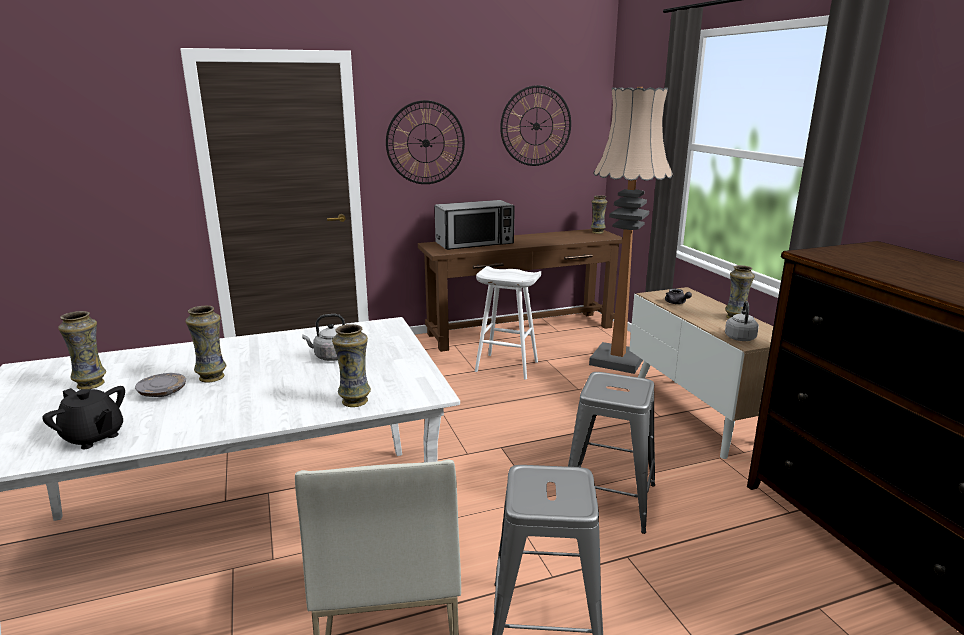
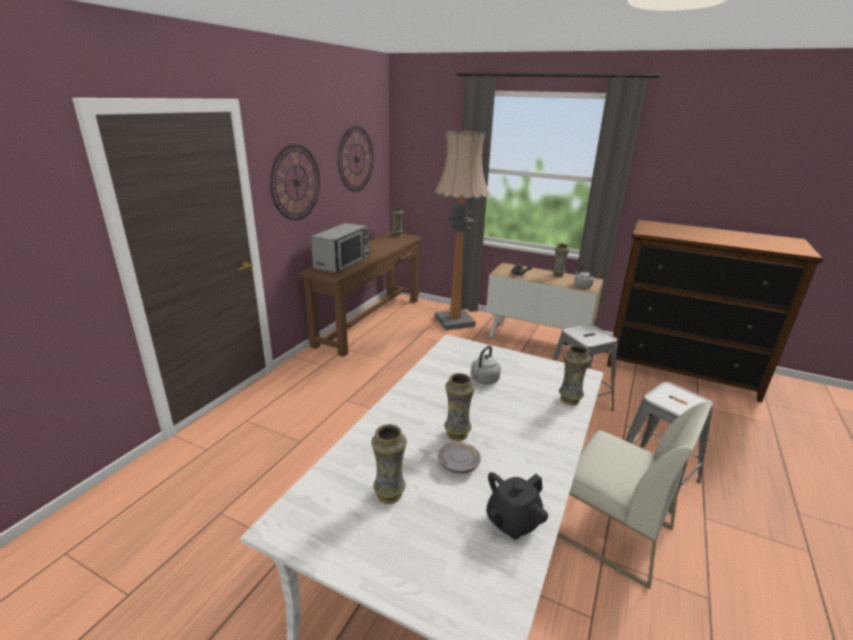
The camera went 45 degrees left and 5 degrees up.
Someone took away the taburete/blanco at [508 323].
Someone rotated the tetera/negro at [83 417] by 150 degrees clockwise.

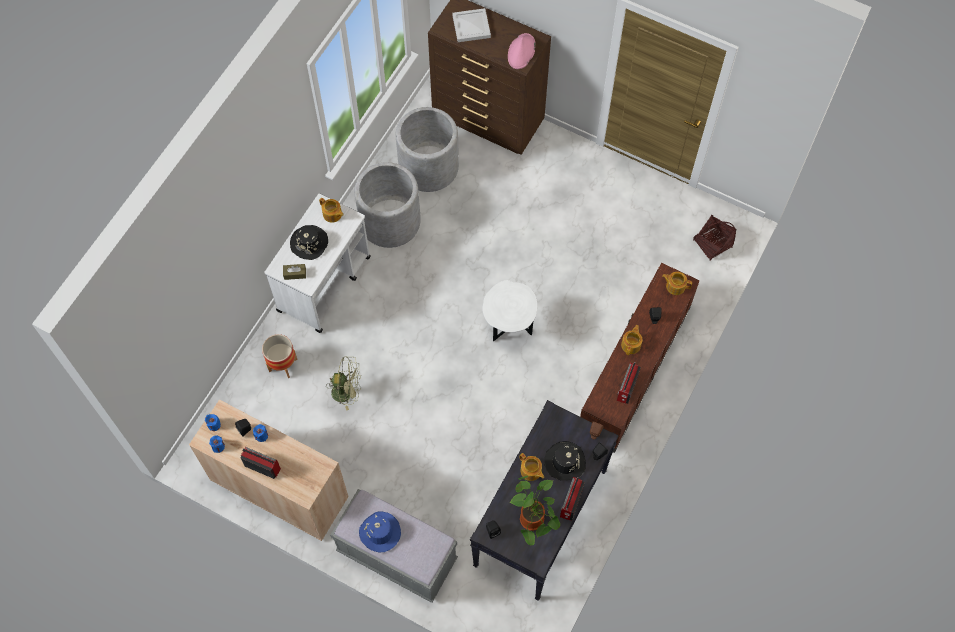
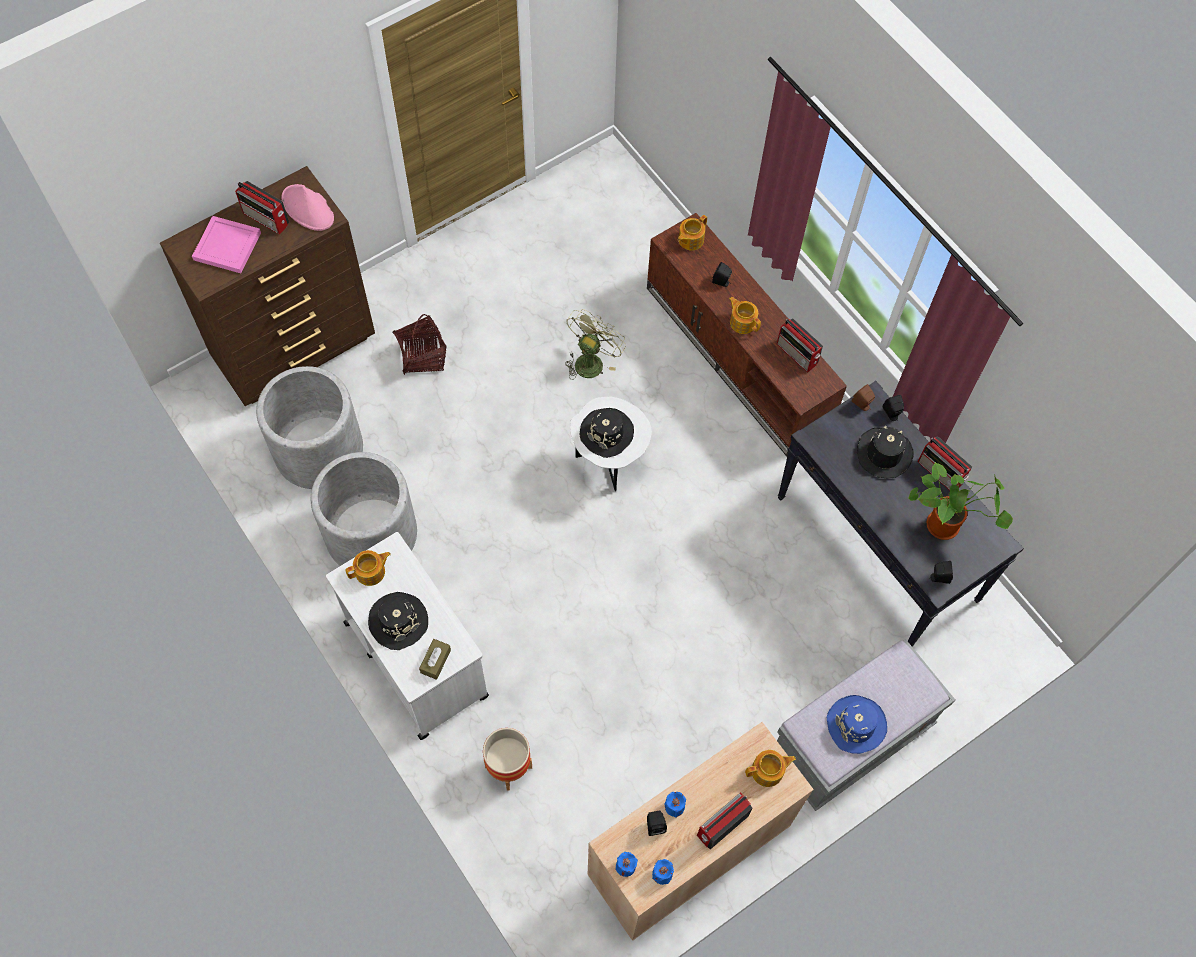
The camera went 65 degrees left and 0 degrees up.
Someone repainted the bandeja/blanco at [471 25], which became the bandeja/rosa at [226 244].
Someone carried the cesta from [714 237] to [419 344].
Someone carried the ventilador/verde from [343 383] to [595 344].
Someone carried the tetera from [532 467] to [770 768].
Someone put down the radio at [262 208].
Someone put down the sombrero/negro at [607 433].

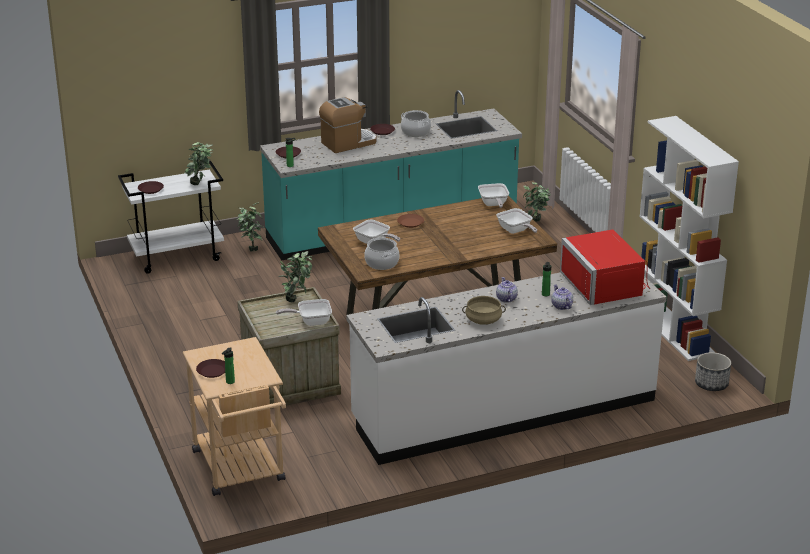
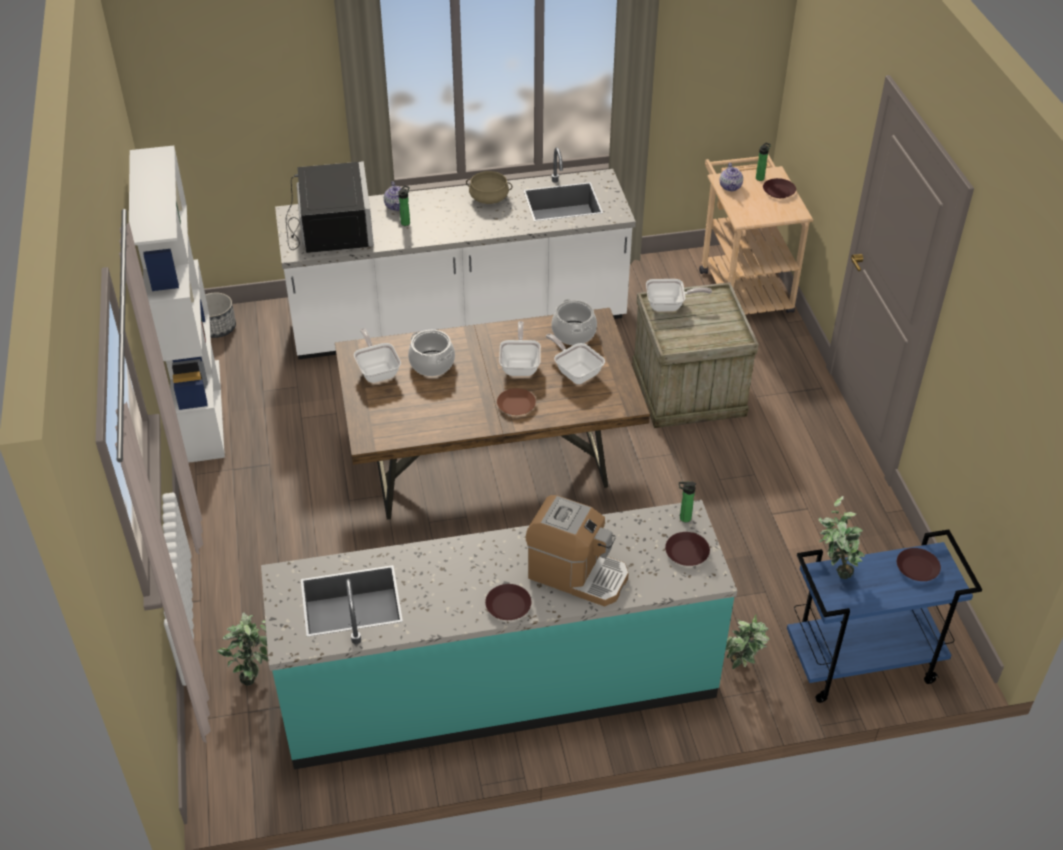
The camera went 170 degrees left and 15 degrees up.
Someone rotated the cafetera at [348 125] by 135 degrees counterclockwise.
Someone carried the olla from [416 123] to [431 353].
Someone repainted the carrito/blanco at [171 217], which became the carrito/azul at [884 616].
Someone carried the sartén from [493 195] to [520 348].
Someone repainted the microondas/rojo at [605 267], which became the microondas/negro at [330 207].
Someone took away the planta en maceta at [295 276].
Someone carried the tetera from [507 290] to [731 177].

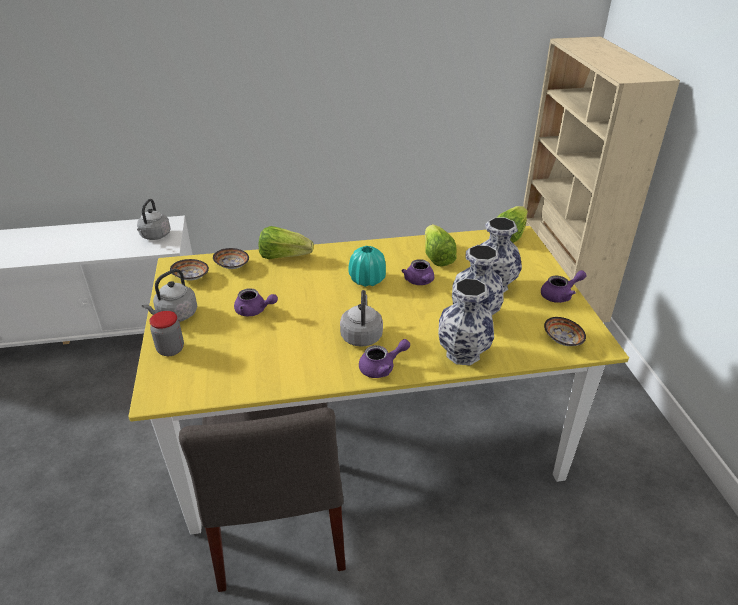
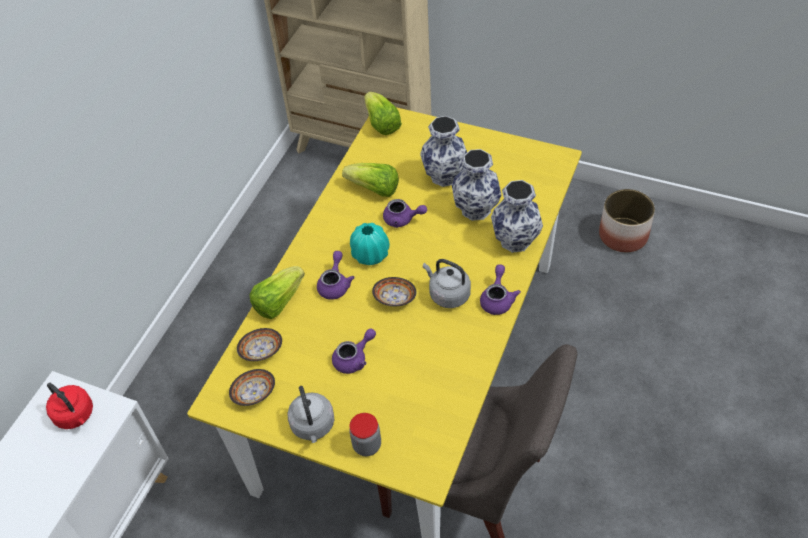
The camera went 55 degrees left and 15 degrees up.
Someone repainted the hervidor/gris at [154 219], which became the hervidor/rojo at [69 406].
Someone carried the tetera/morado from [563 286] to [336 275].
Someone carried the cuenco from [565 331] to [394 291].
Someone put down the maceta at [627 220].

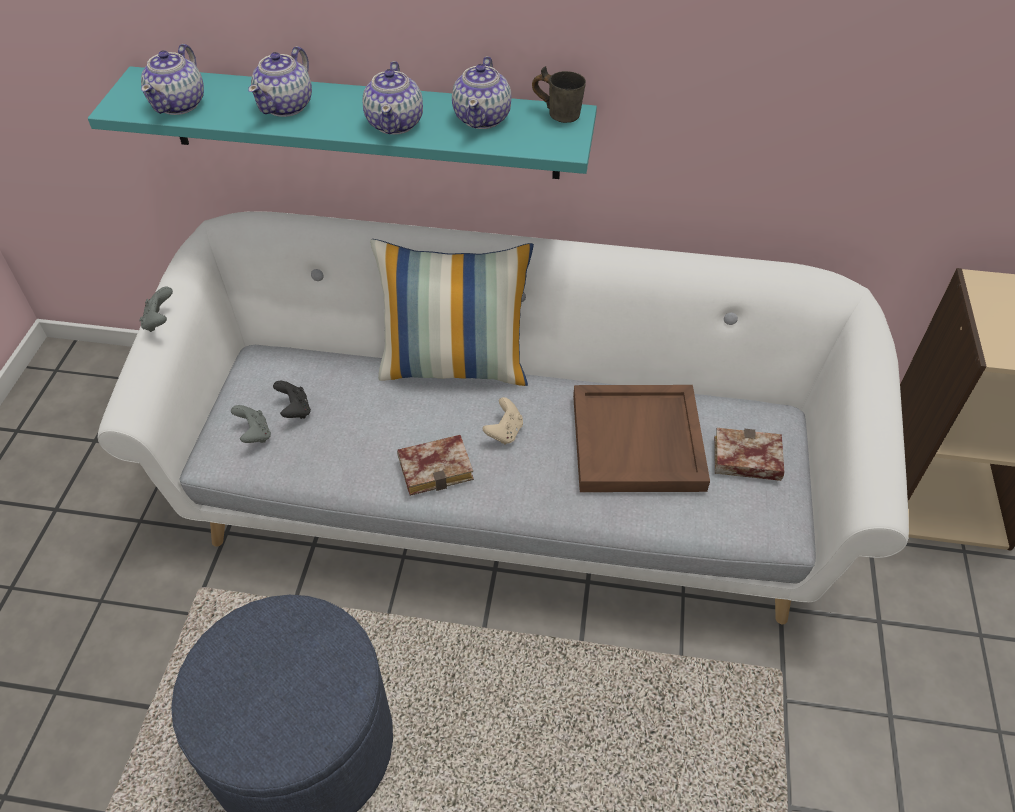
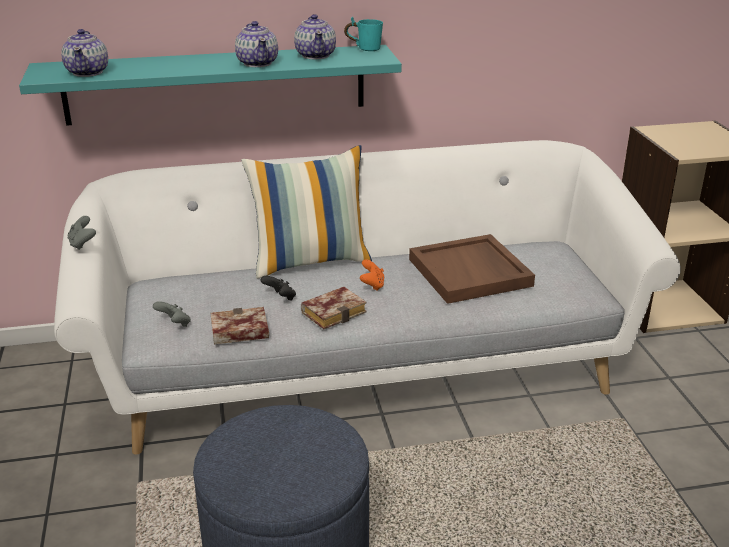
The camera went 20 degrees left and 20 degrees down.
Someone took away the tetera at [280 81].
Someone repainted the taza grande/gris at [559 94], which became the taza grande/turquesa at [363 34].
Someone carried the mando de consola/negro from [292 400] to [278 288].
Someone repainted the mando de consola/beis at [503 421], which became the mando de consola/naranja at [372 275].
Someone carried the libro from [749 454] to [240 325].

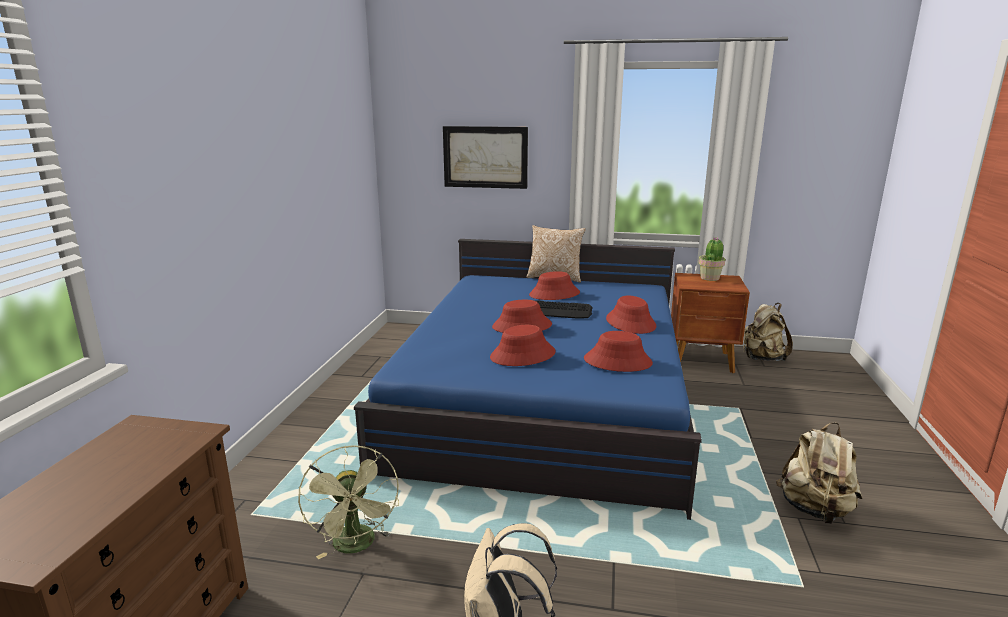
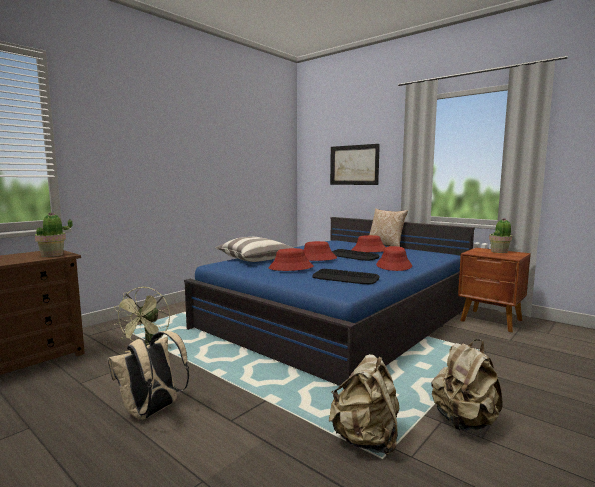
The camera went 30 degrees right and 10 degrees down.
Someone carried the mochila/beis from [768 332] to [364 404].
Someone swapped the sombrero/rojo at [618 351] for the teclado at [346 277].
Someone put down the planta en maceta at [53 234].
Someone put down the cojín at [254 249].

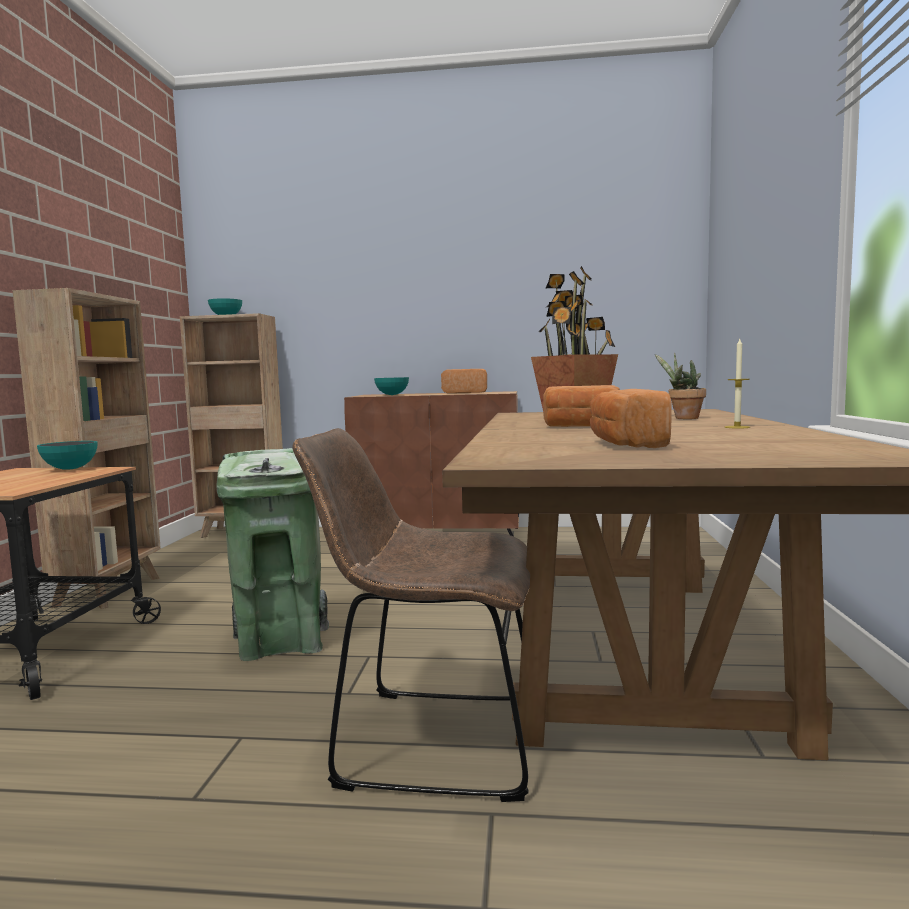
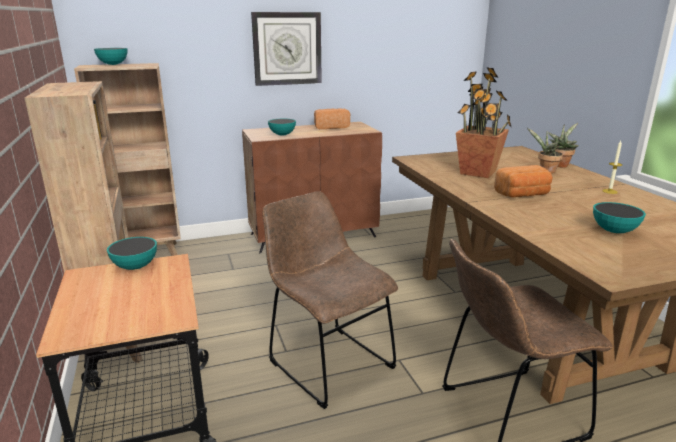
The camera went 25 degrees left and 15 degrees up.
Someone swapped the pan at [631 418] for the cuenco at [619 217].
Someone swapped the papelera/verde at [272 554] for the silla/marrón at [330 300].
Someone put up the reloj de pared at [286 49].
Someone put down the planta en maceta at [563 145].

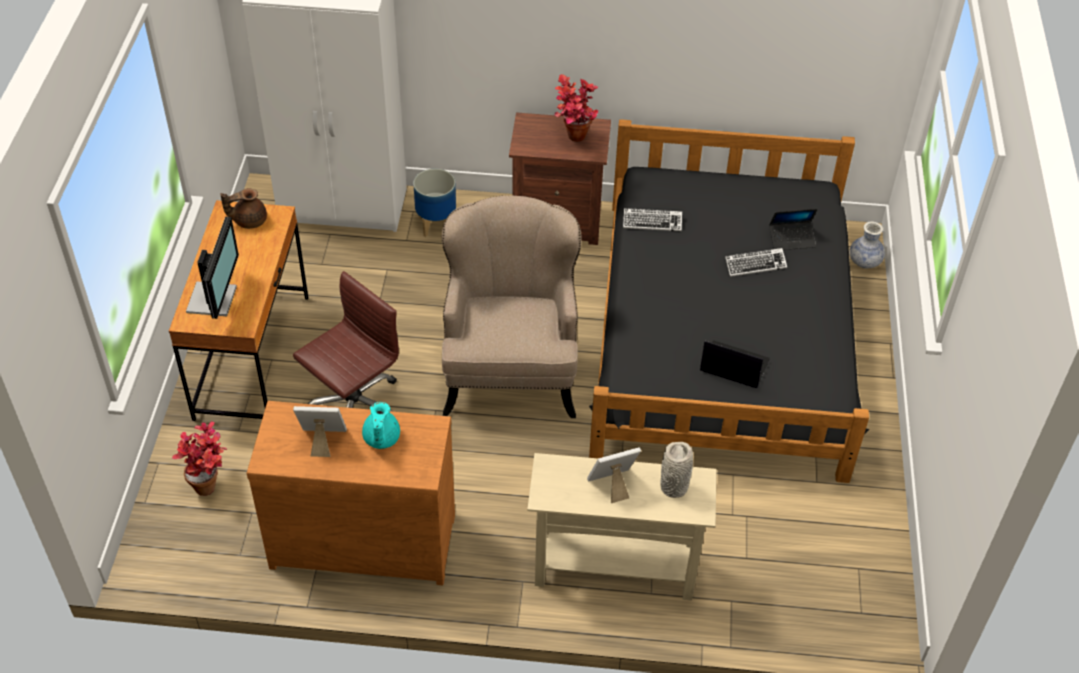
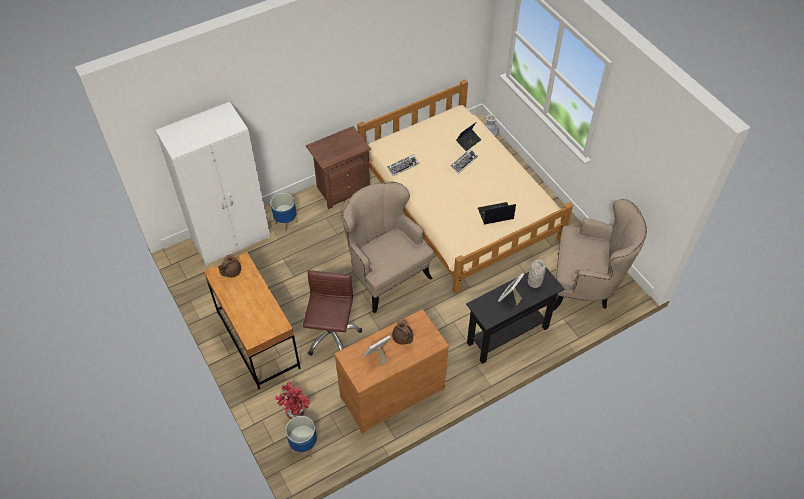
The camera went 35 degrees left and 5 degrees up.
Someone took away the planta en maceta at [576 108].
Someone repainted the cama/negro at [729 301], which became the cama/beis at [465 186].
Someone took away the monitor at [212 268].
Someone repainted the tetera/turquesa at [381 425], which became the tetera/marrón at [402 332].
Someone repainted the mesa consola/beis at [622 527], which became the mesa consola/negro at [515 316].
Someone put down the sillón/beis at [600 255].
Someone put down the maceta at [301 436].

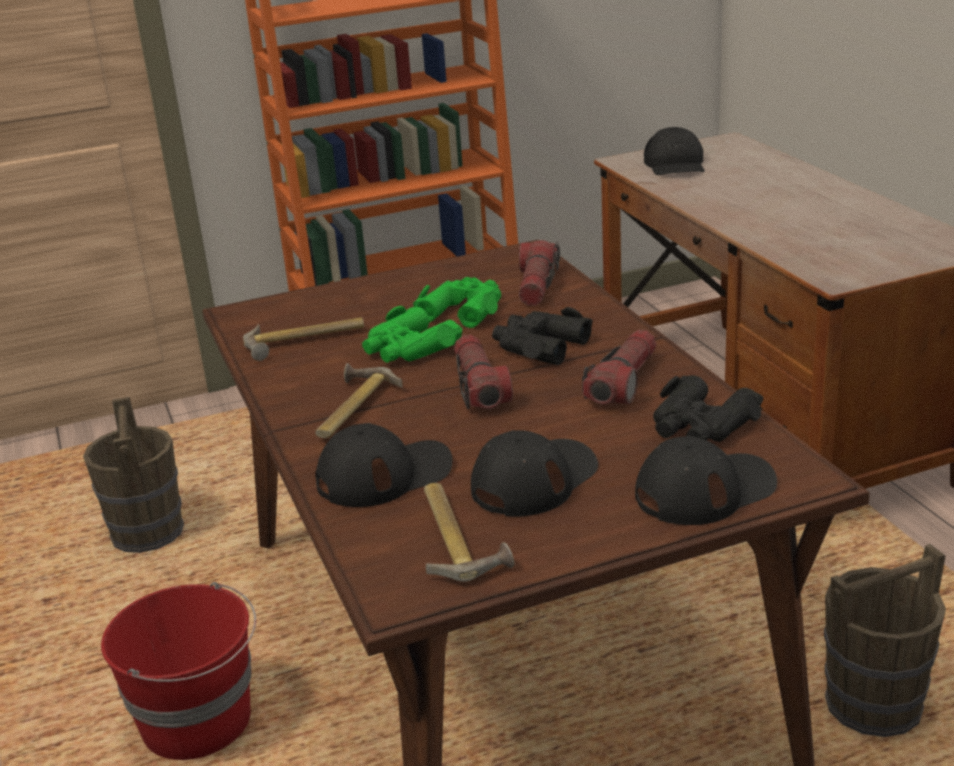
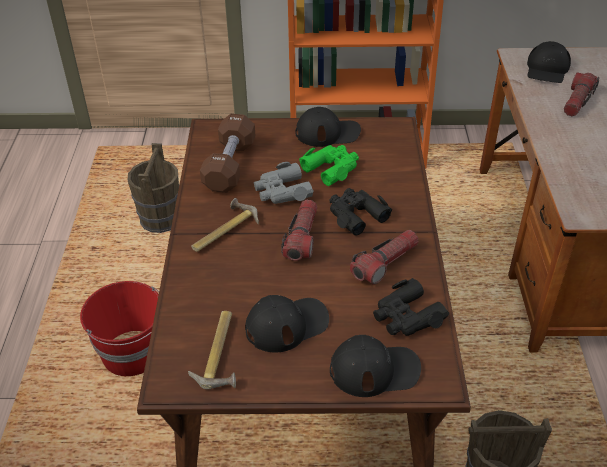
The camera went 20 degrees right and 15 degrees up.
Someone carried the linterna from [539 273] to [581 94].
Someone repainted the prismáticos/verde at [412 334], which became the prismáticos/gris at [283 183].
Someone swapped the martillo at [303 339] for the mancuerna/marrón at [227 153].
Someone carried the gorra/negro from [383 465] to [328 127].

